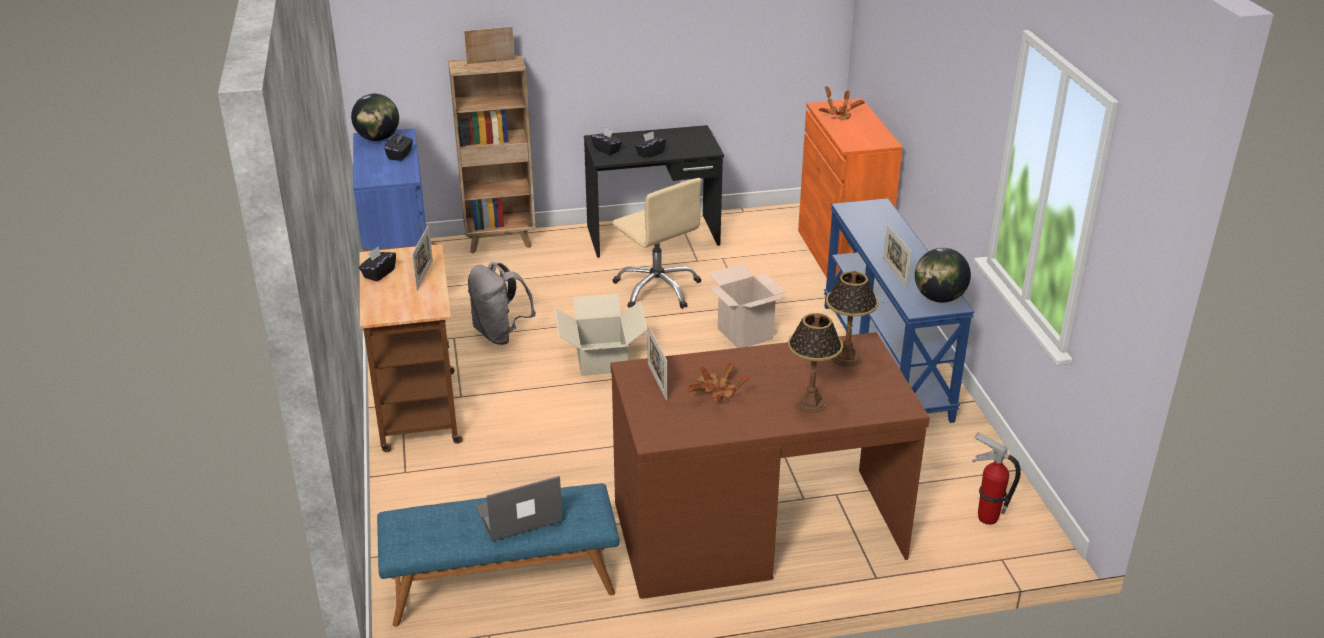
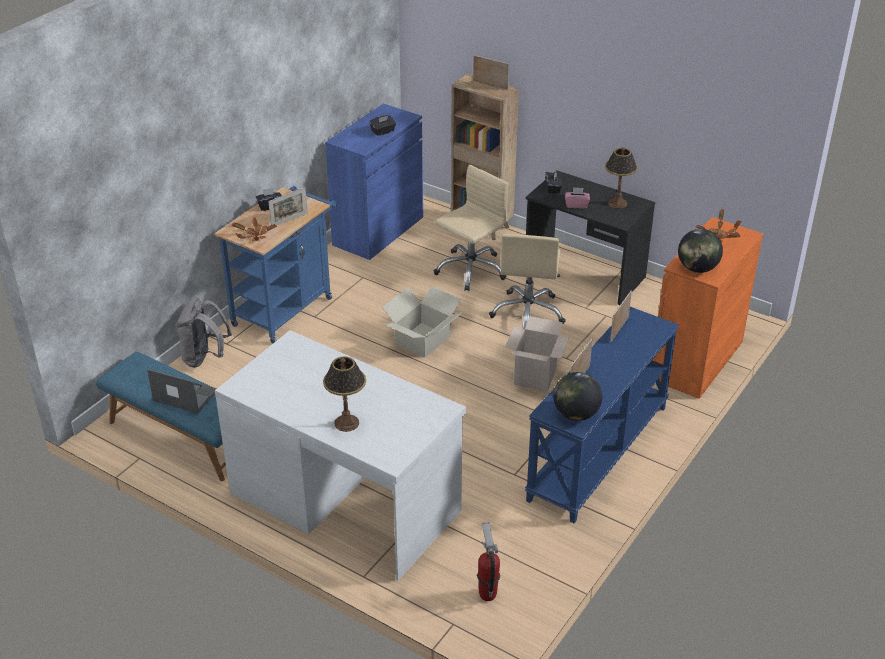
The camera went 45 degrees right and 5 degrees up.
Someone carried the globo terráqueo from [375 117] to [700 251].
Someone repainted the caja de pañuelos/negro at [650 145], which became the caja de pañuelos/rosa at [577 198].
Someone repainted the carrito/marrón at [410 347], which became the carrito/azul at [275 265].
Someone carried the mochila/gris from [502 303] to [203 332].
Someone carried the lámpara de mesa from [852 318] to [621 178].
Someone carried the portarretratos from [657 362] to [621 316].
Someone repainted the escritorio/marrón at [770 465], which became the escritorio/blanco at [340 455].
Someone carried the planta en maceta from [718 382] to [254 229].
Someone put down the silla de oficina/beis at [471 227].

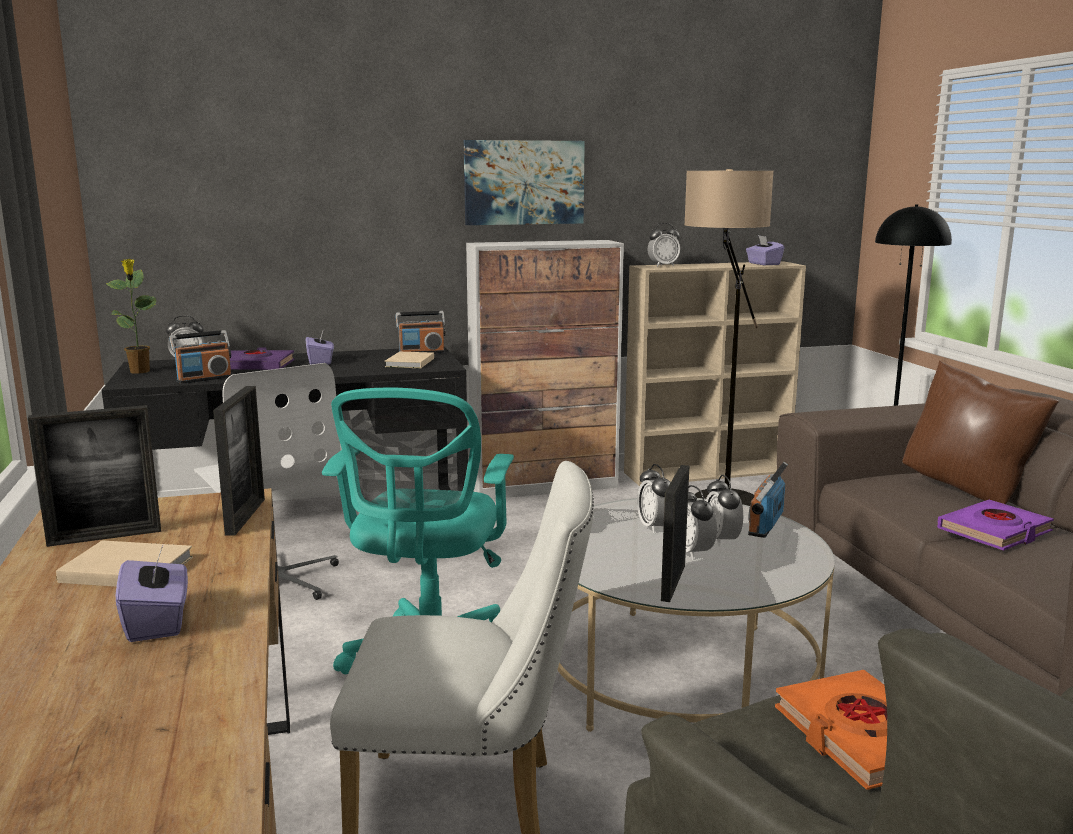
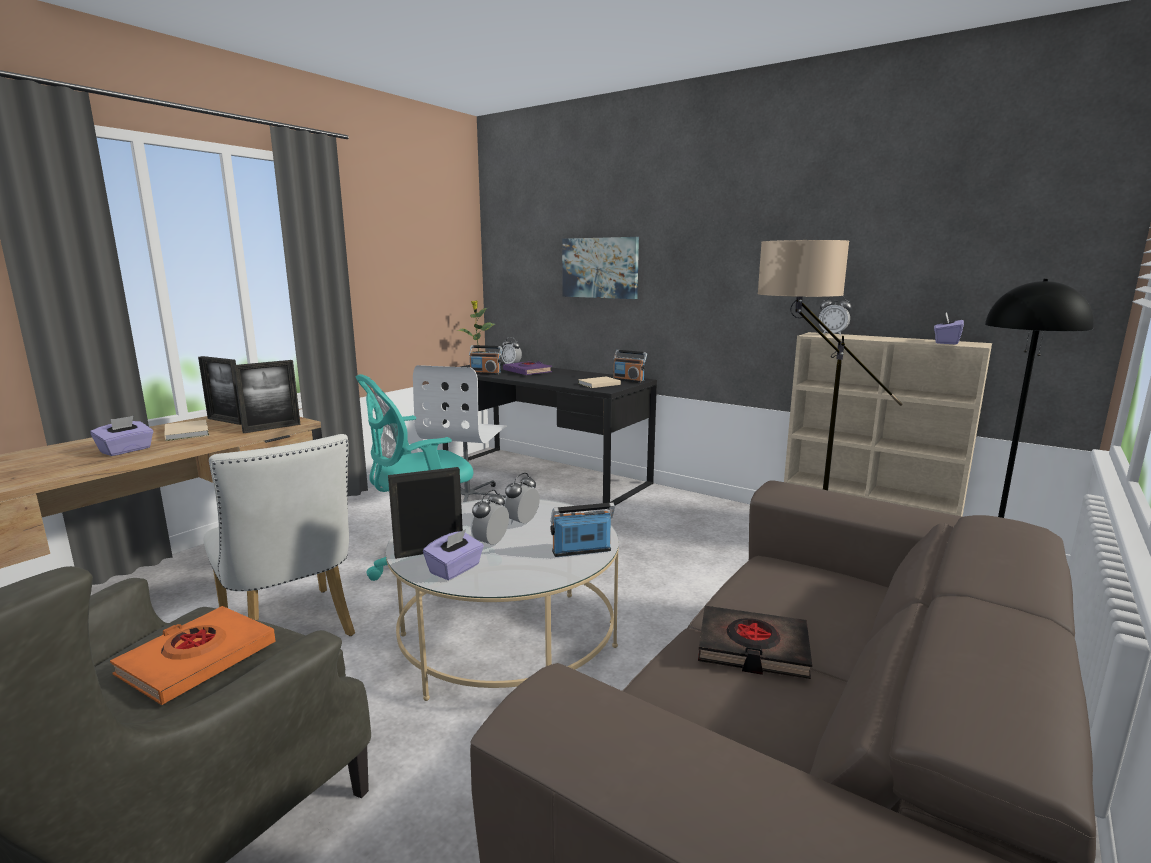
The camera went 50 degrees right and 0 degrees up.
Someone carried the cuadro from [524 182] to [600 268].
Someone took away the armario at [545 369].
Someone carried the caja de pañuelos/morado from [319 348] to [453 554].
Someone took away the cojín/marrón at [980 432].
Someone took away the despertador at [724 510].
Someone repainted the libro/morado at [995 525], which became the libro/negro at [755 642].

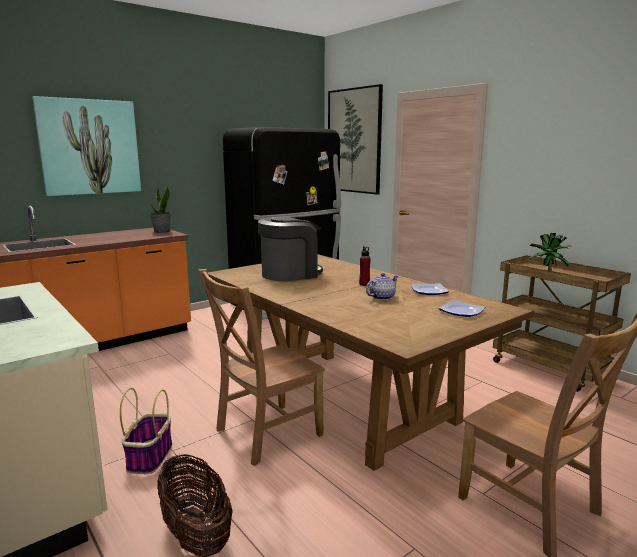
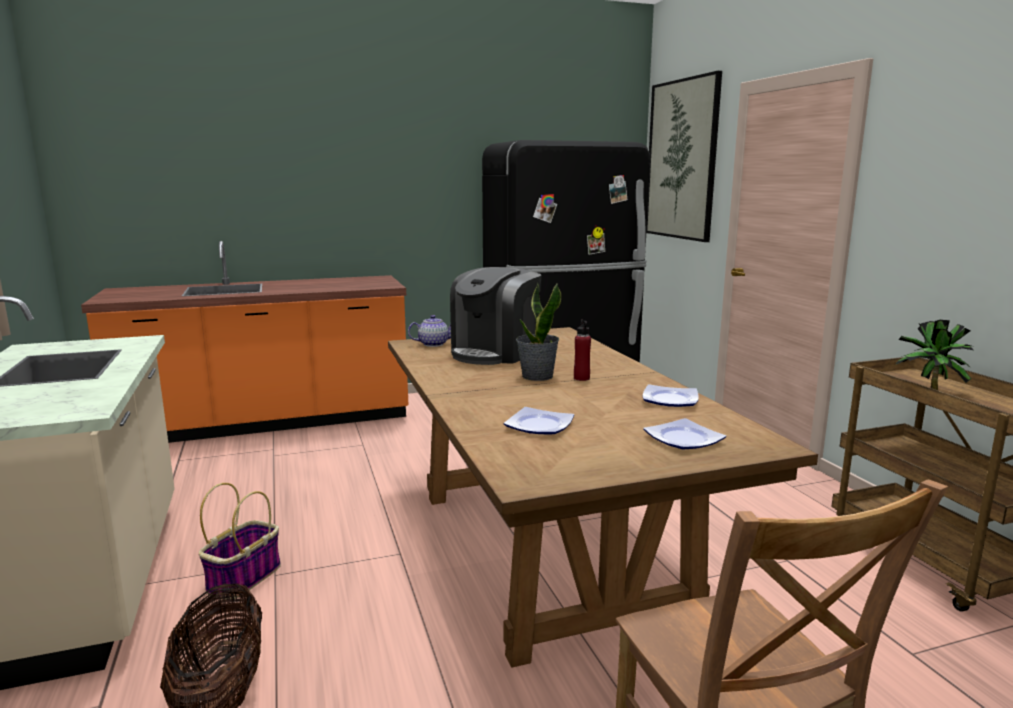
The camera went 20 degrees right and 0 degrees up.
Someone took away the cuadro at [86 146].
Someone carried the planta en maceta from [160 209] to [538 331].
Someone rotated the cafetera at [290 249] by 135 degrees clockwise.
Someone took away the silla/marrón at [261 367].
Someone carried the tetera from [382 286] to [429 331].
Someone put down the plato at [539 420].

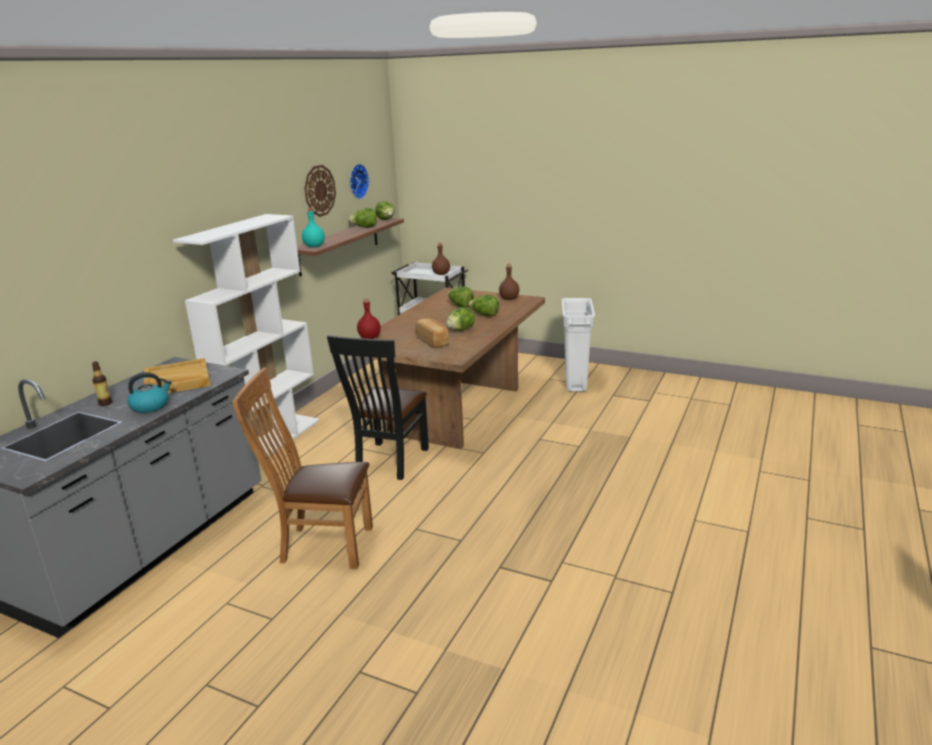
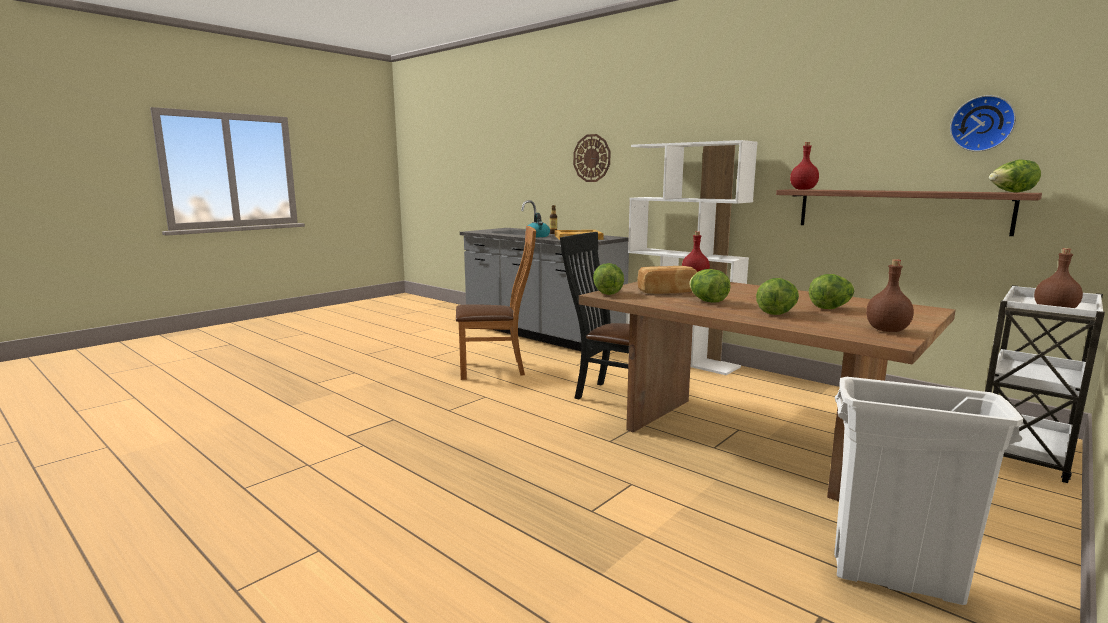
The camera went 105 degrees right and 10 degrees down.
Someone carried the reloj de pared from [320 191] to [592 158].
Someone repainted the botella/turquesa at [313 227], which became the botella/rojo at [804 166].
Someone carried the lechuga from [362 218] to [608 279].
Someone rotated the silla/marrón at [302 468] by 60 degrees clockwise.

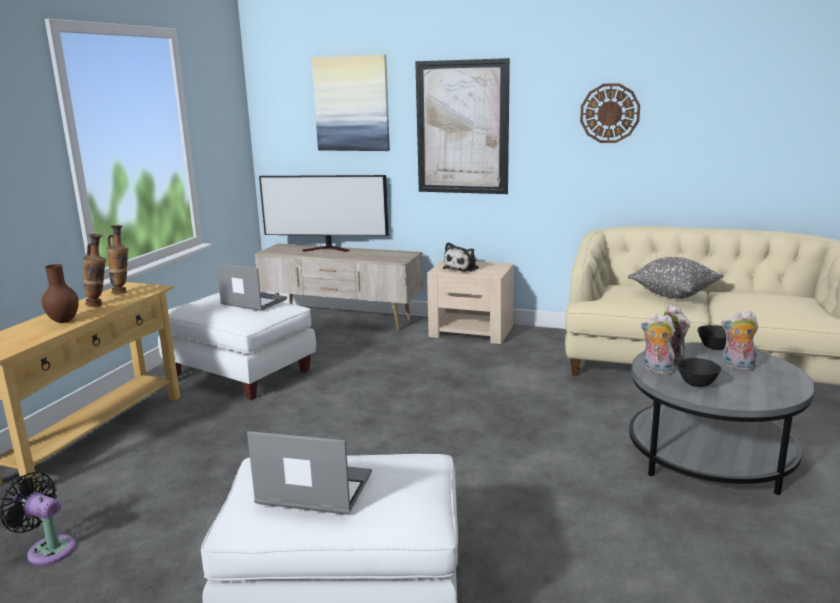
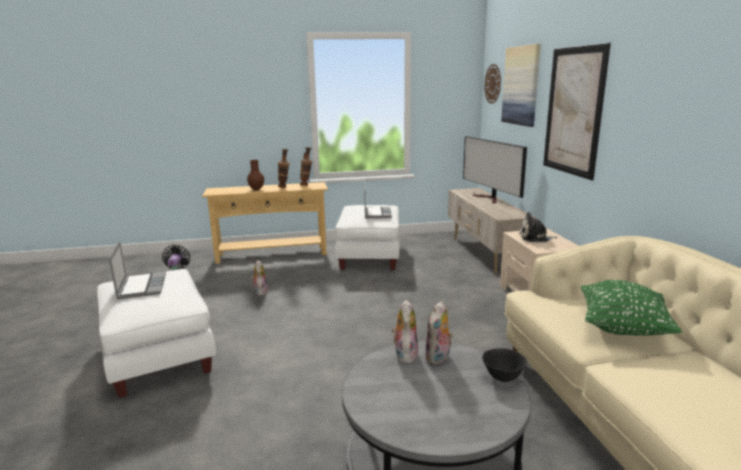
The camera went 60 degrees right and 0 degrees up.
Someone carried the reloj de pared from [610 113] to [492 84].
Someone repainted the cojín/gris at [675 278], which became the cojín/verde at [631 308].
Someone carried the peluche from [740 341] to [259 277].
Someone took away the cuenco/negro at [699 372].

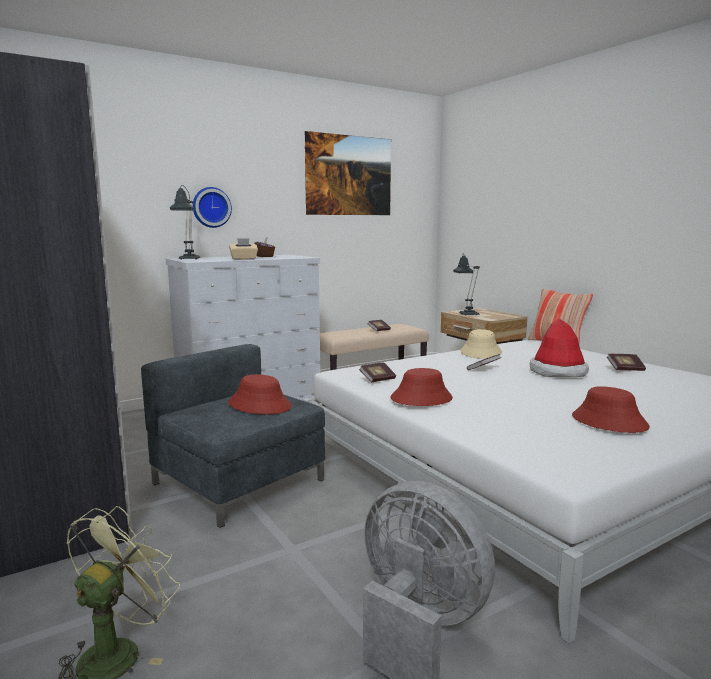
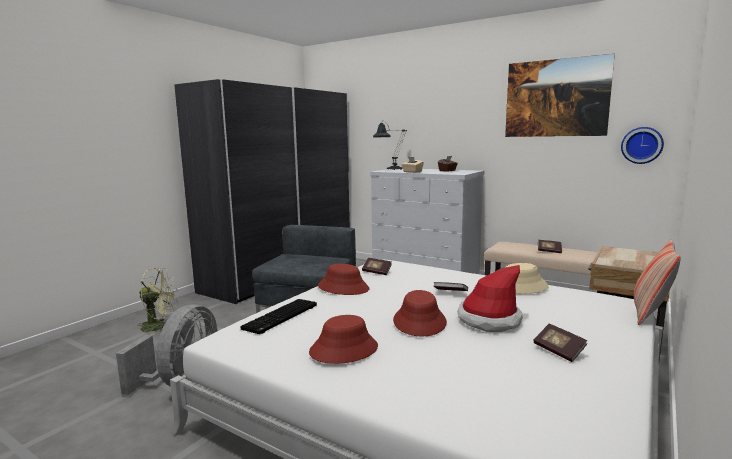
The camera went 65 degrees right and 0 degrees up.
Someone carried the reloj de pared from [212 207] to [642 145].
Someone took away the lámpara de mesa at [466 284].
Someone carried the sombrero/rojo from [260 394] to [420 313].
Someone put down the teclado at [278 316].

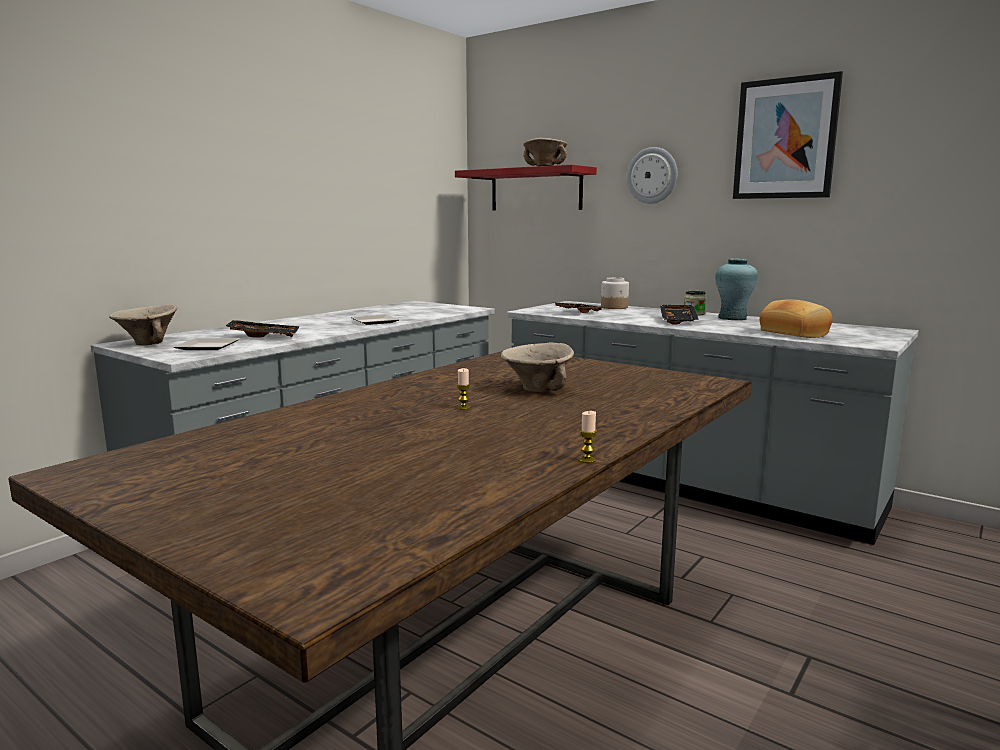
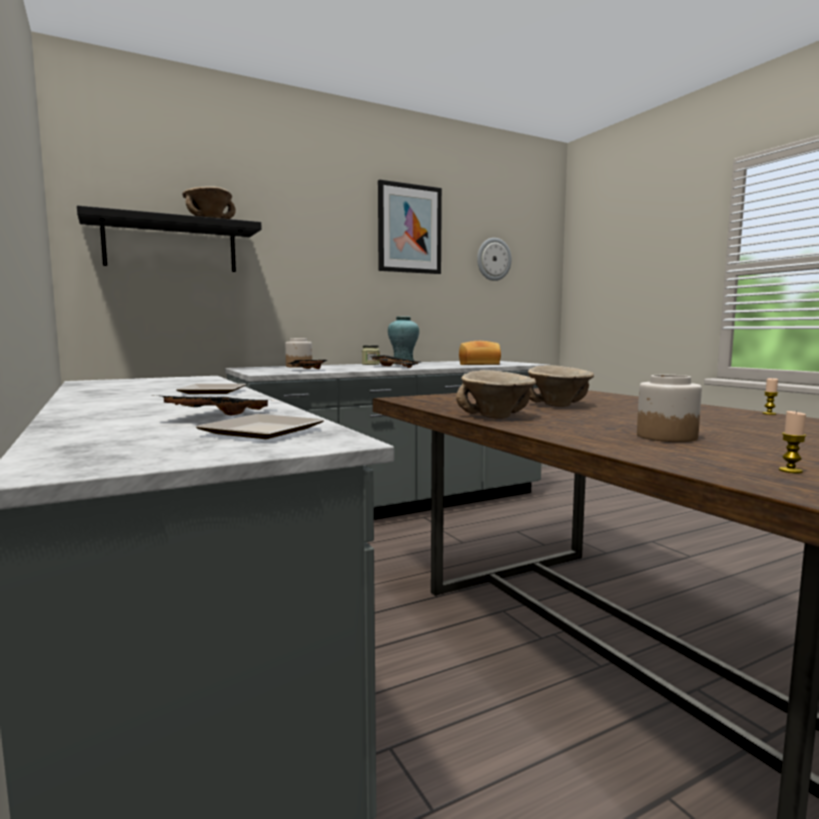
The camera went 65 degrees left and 5 degrees down.
Someone carried the reloj de pared from [652 175] to [494 259].
Someone repainted the estante/rojo at [526 188], which became the estante/negro at [169 238].
Someone carried the cuenco/beis from [143 325] to [496 394].
Someone carried the vela from [463 389] to [793 442].
Someone put down the tarro at [669 408].

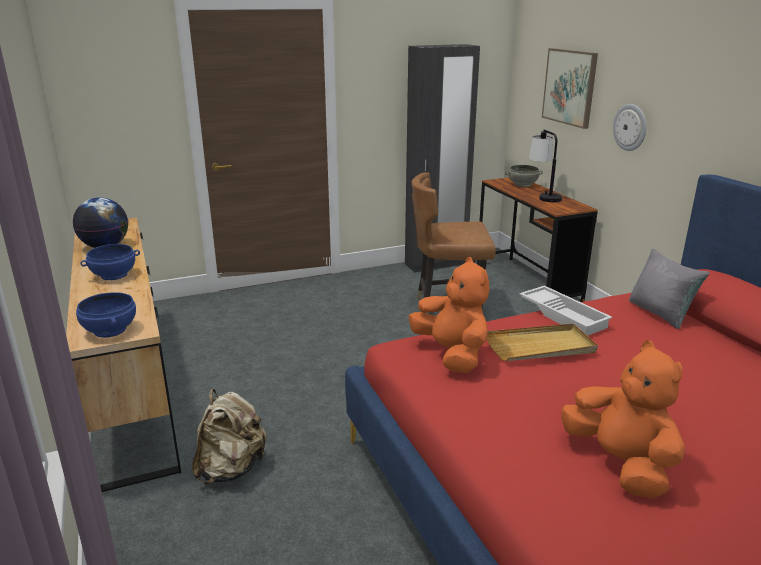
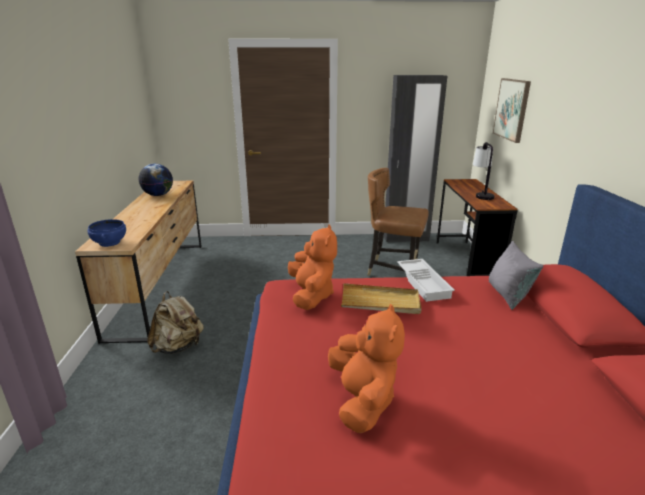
The camera went 20 degrees right and 0 degrees up.
Someone took away the reloj de pared at [629 127].
Someone took away the cuenco/gris at [524 176].
Someone took away the cuenco/azul at [110 262].

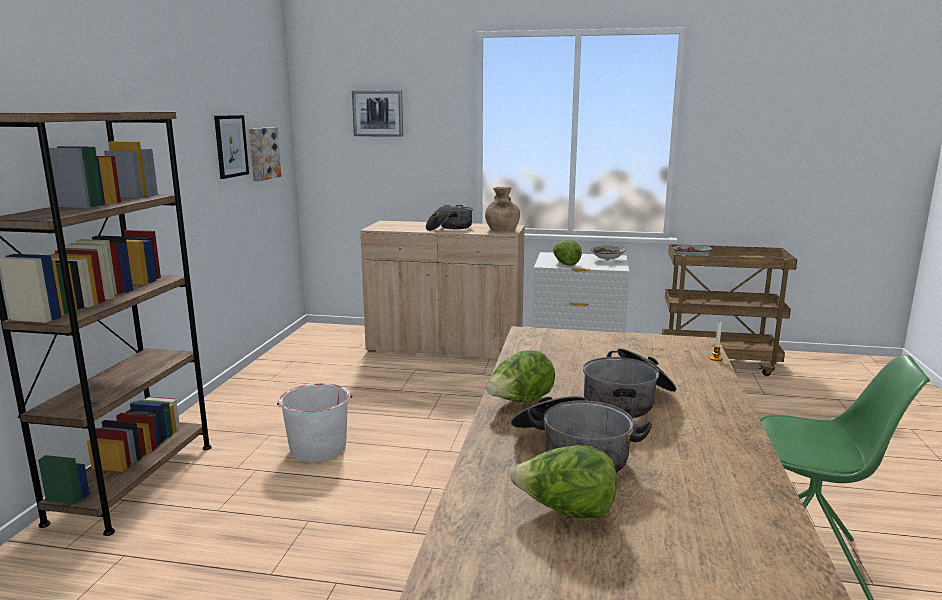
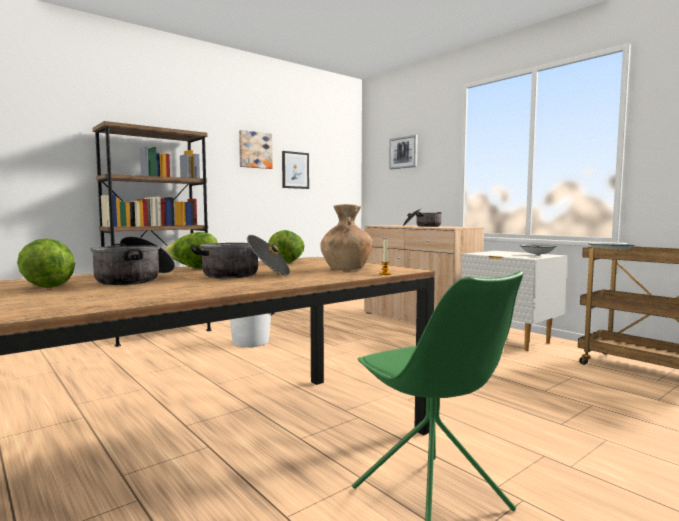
The camera went 40 degrees right and 10 degrees down.
Someone carried the cuadro from [265 154] to [256 149].
Someone carried the florero/marrón from [502 209] to [346 237].
Someone carried the lechuga from [567 253] to [286 246].

